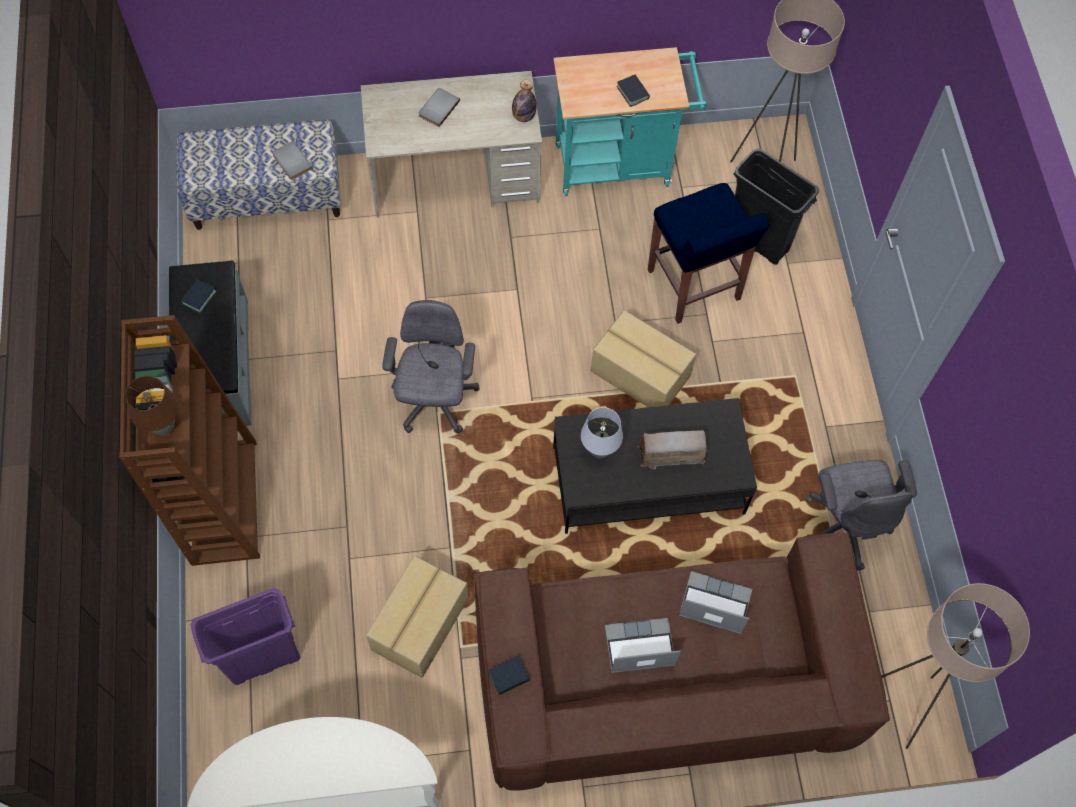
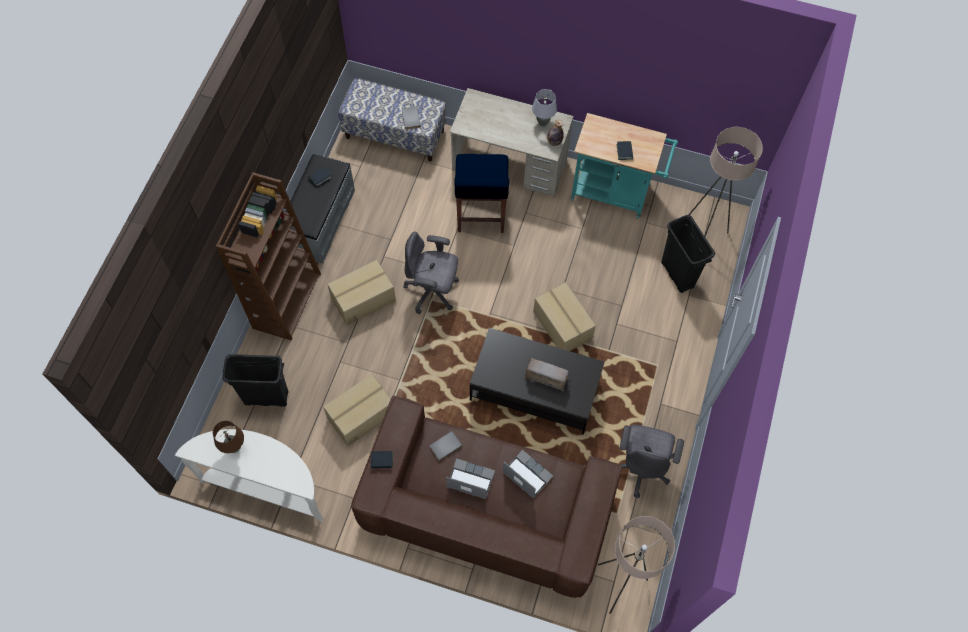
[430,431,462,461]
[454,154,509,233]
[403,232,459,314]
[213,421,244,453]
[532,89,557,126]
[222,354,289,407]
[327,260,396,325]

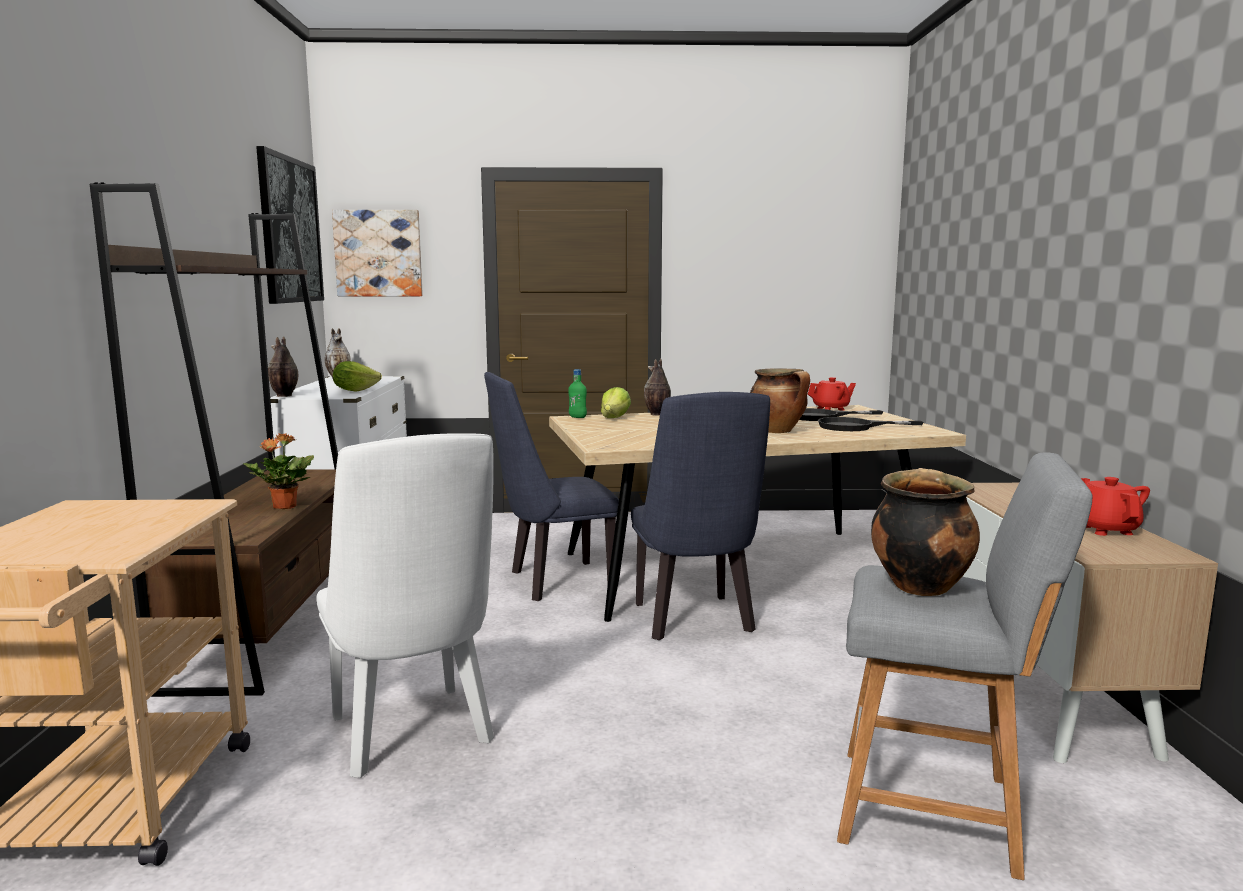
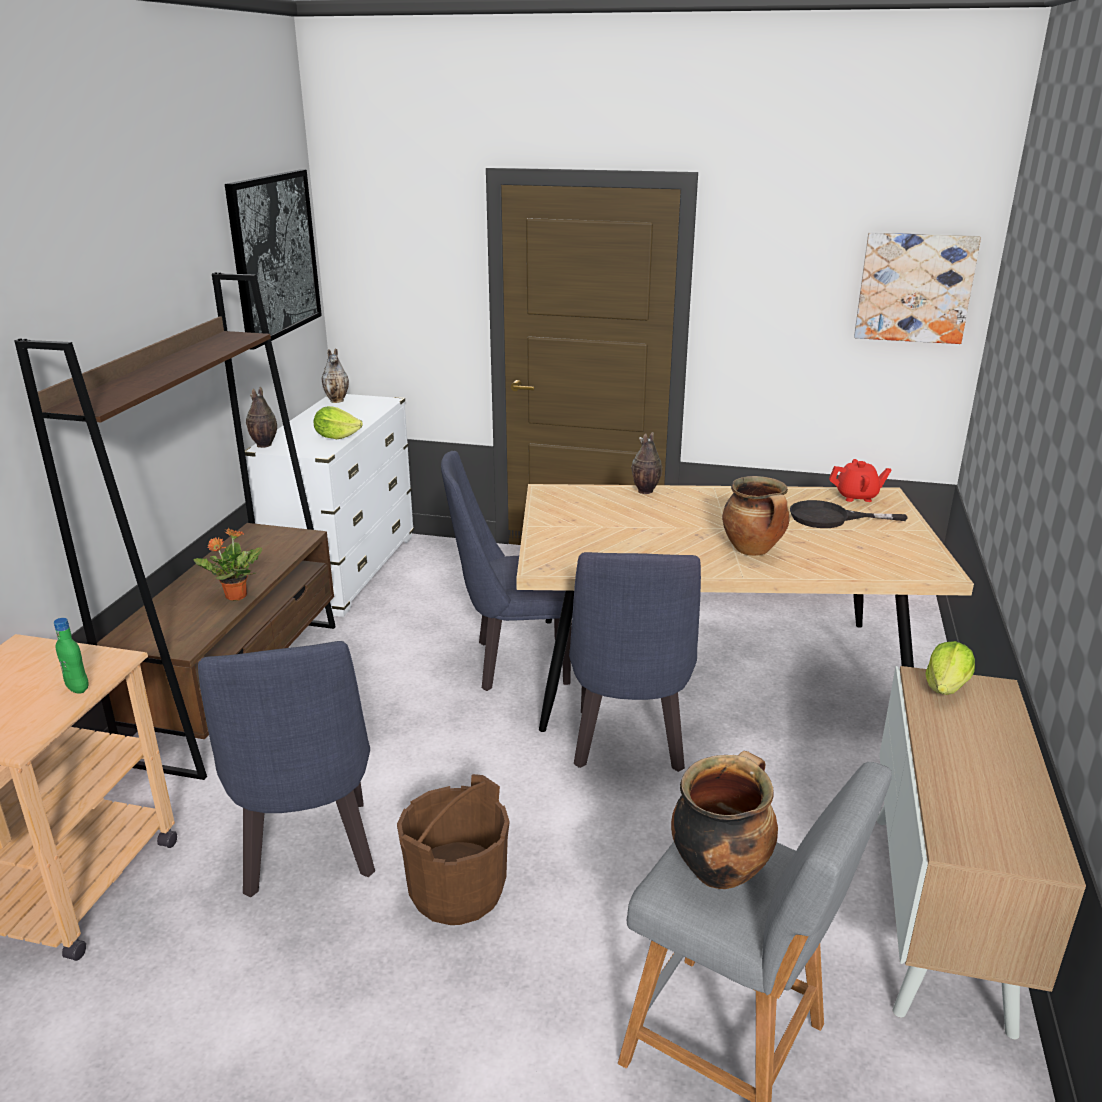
[854,232,981,344]
[54,618,89,694]
[925,641,975,695]
[818,417,924,431] (first image)
[198,641,375,897]
[1081,477,1150,536] (first image)
[397,774,509,925]

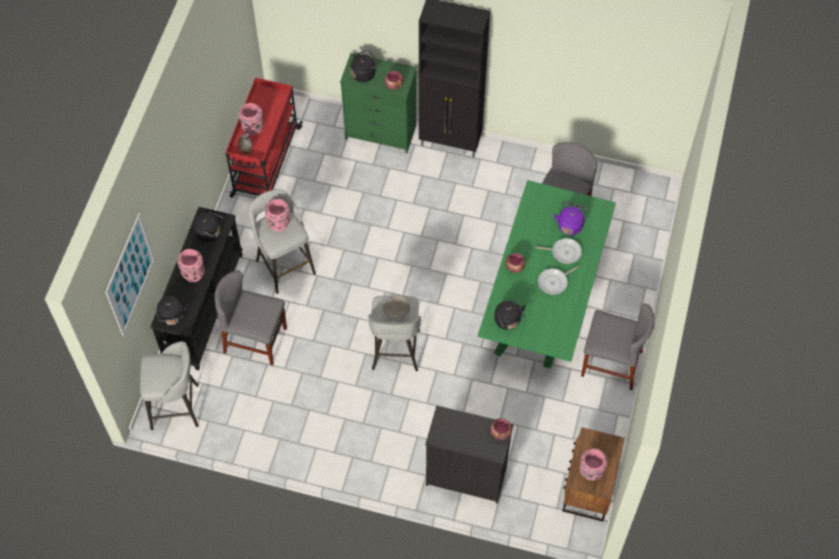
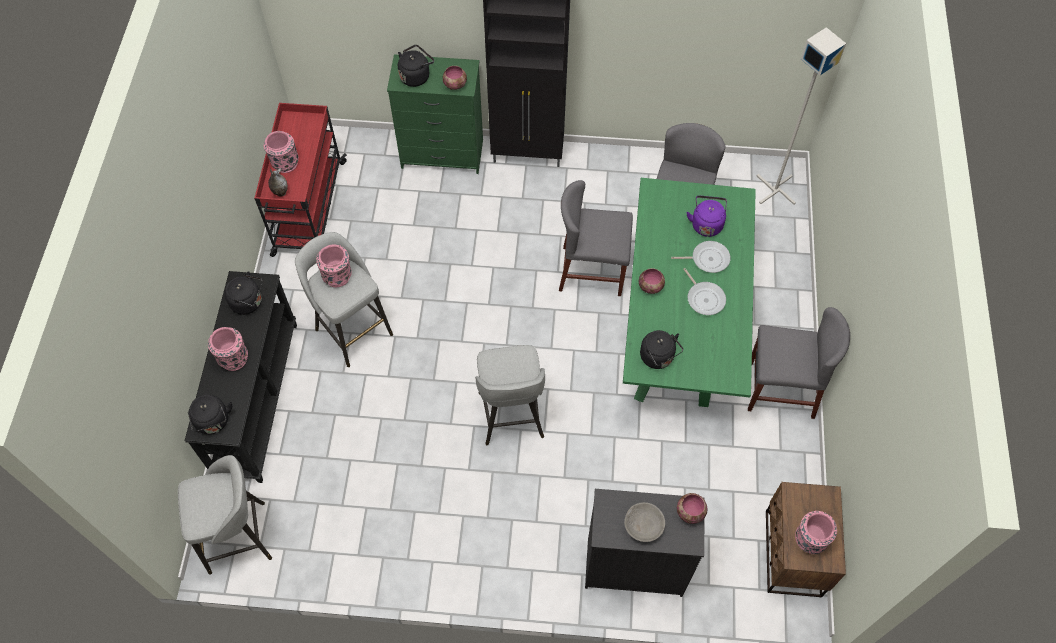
[105,213,155,336] (first image)
[683,268,726,315]
[559,180,633,296]
[624,502,665,542]
[757,27,846,205]

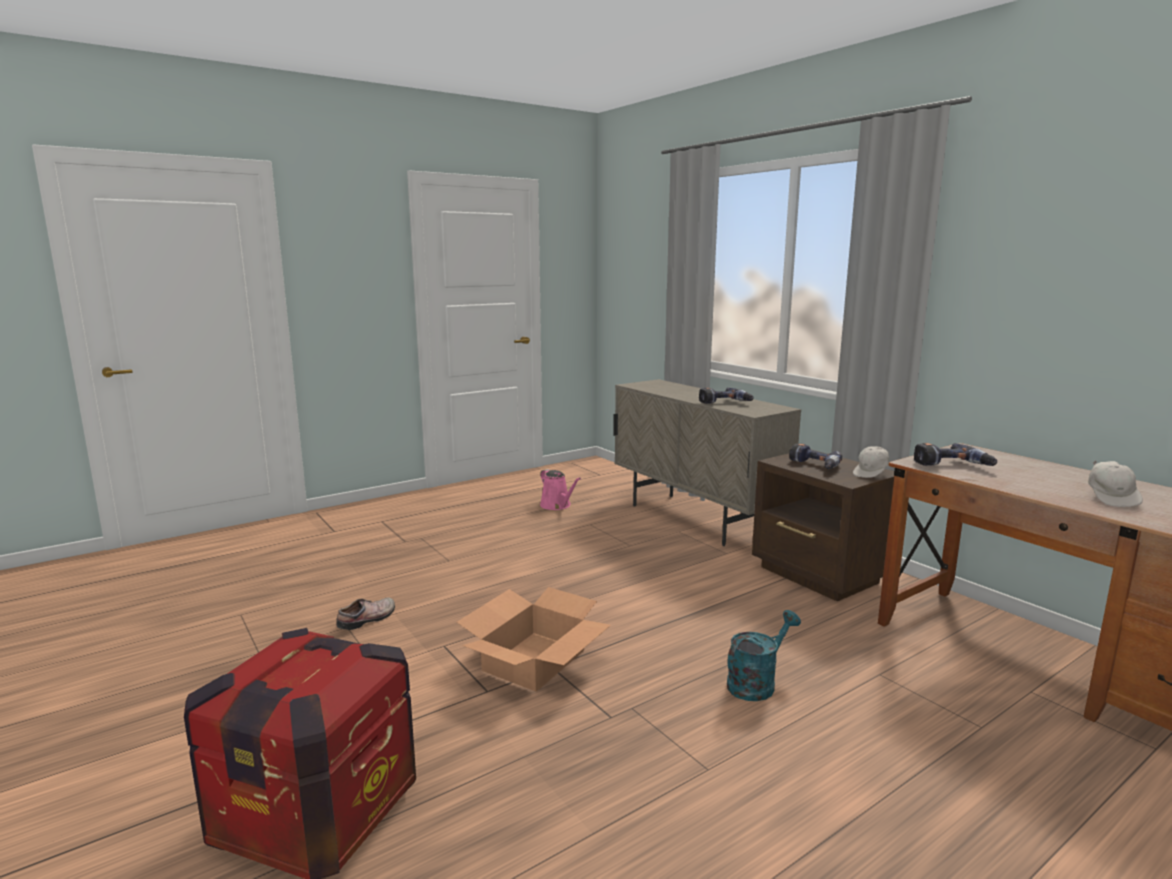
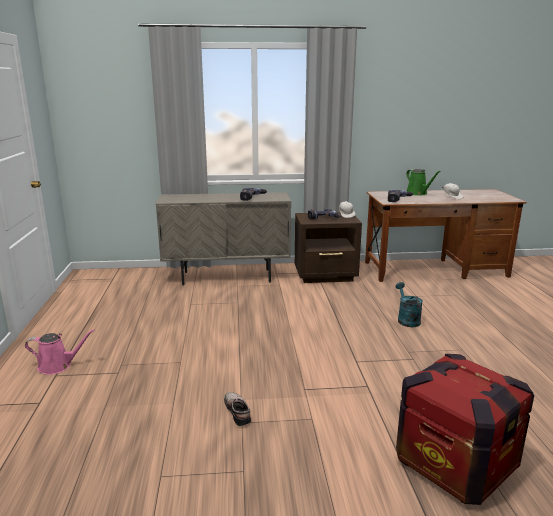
[25,329,95,375]
[457,587,611,692] (first image)
[406,169,441,196]

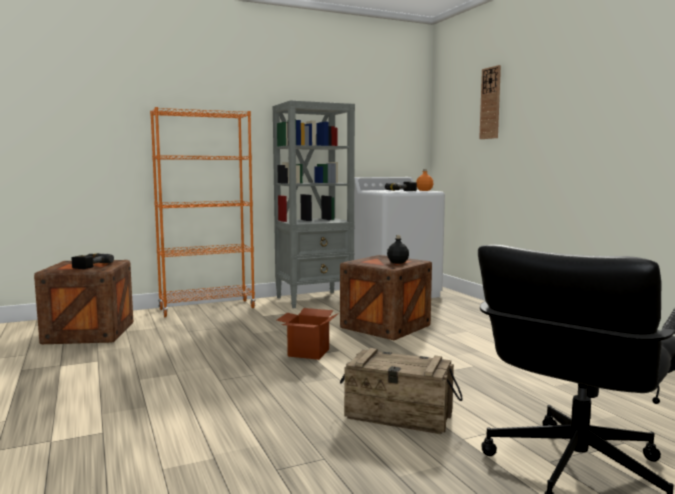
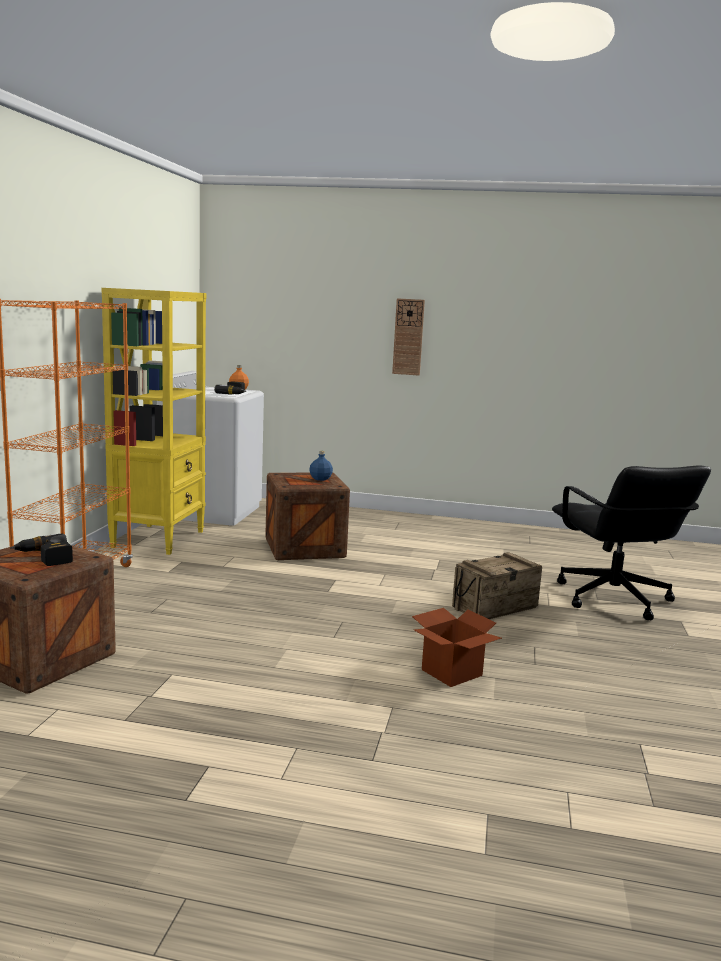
[392,298,425,376]
[102,288,207,555]
[309,451,333,481]
[412,608,502,687]

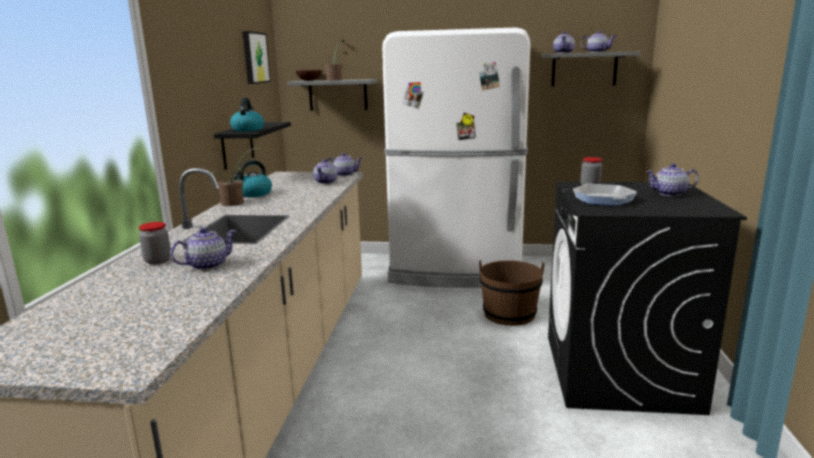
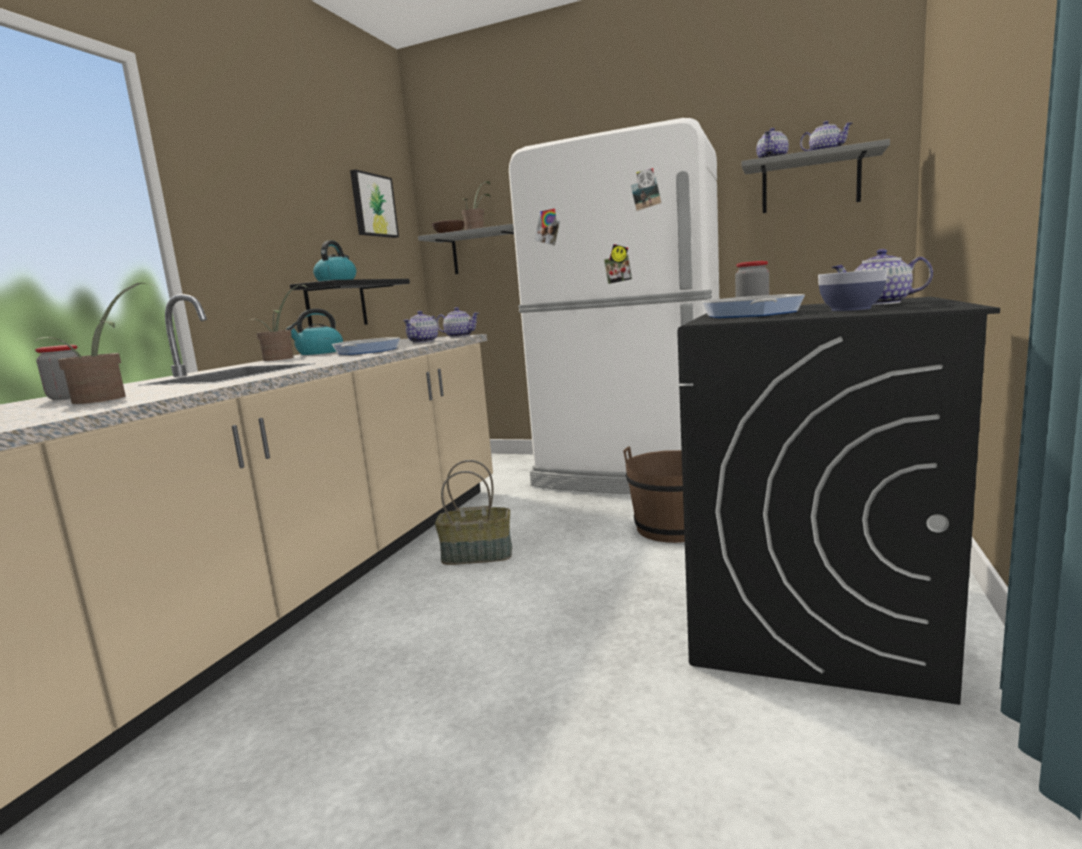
[34,283,156,404]
[818,269,887,311]
[332,337,400,355]
[435,460,512,565]

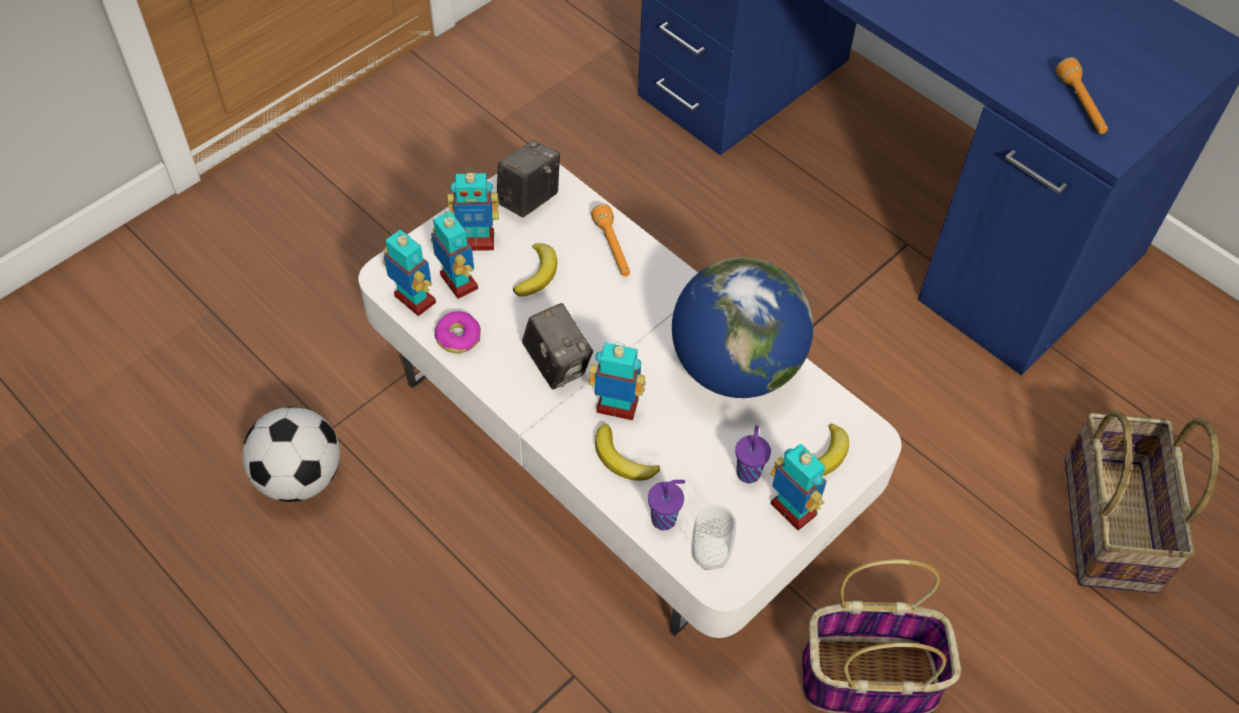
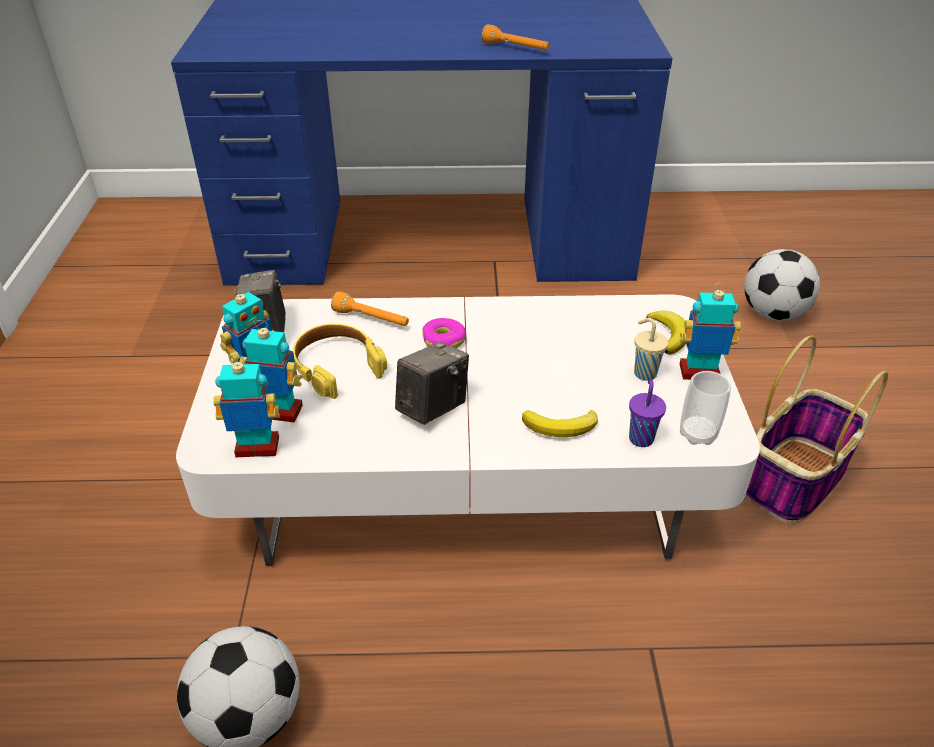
[482,24,550,50]
[293,324,387,399]
[672,257,813,398] (first image)
[395,342,469,425]
[422,318,466,348]
[589,342,646,420] (first image)
[744,249,820,321]
[634,318,668,381]

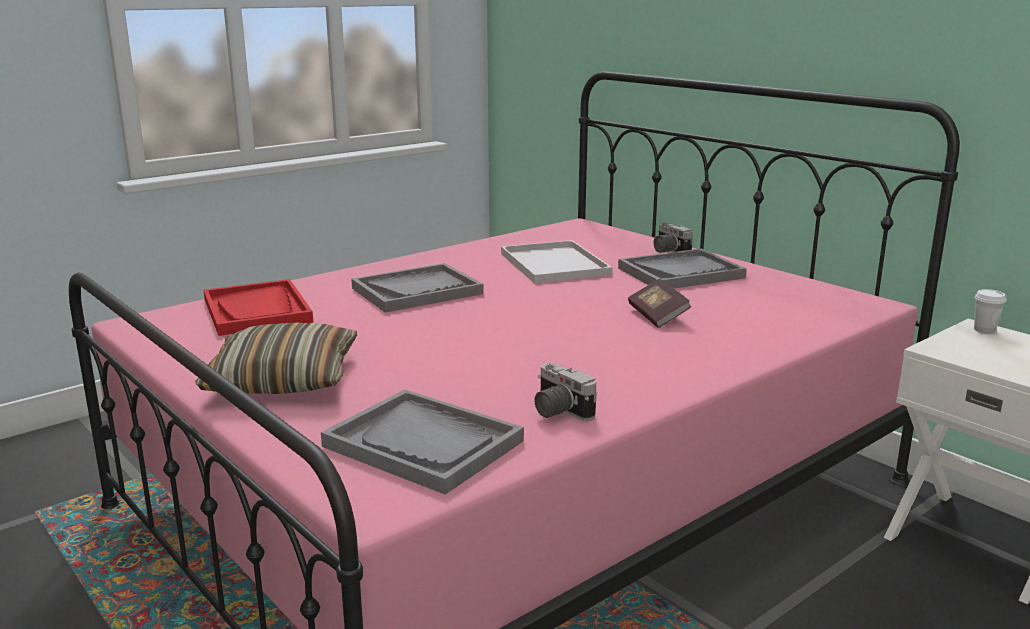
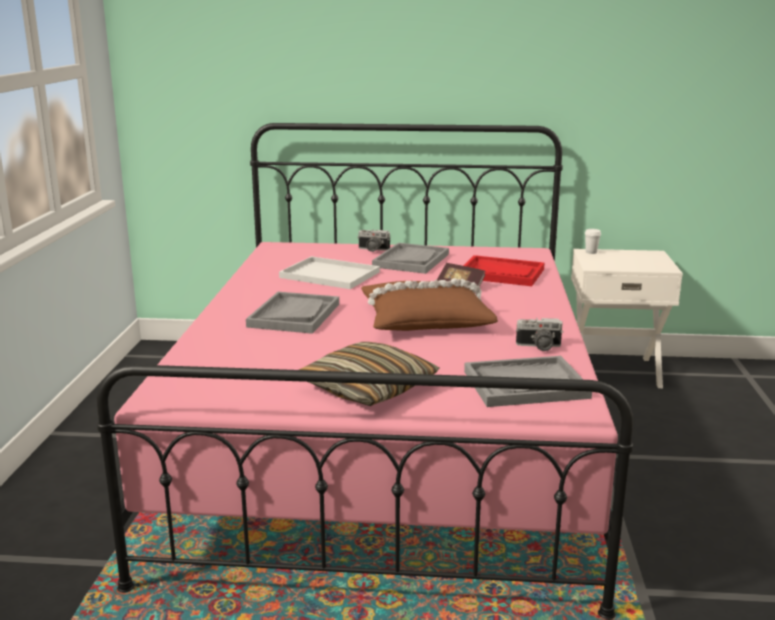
[463,255,544,286]
[361,278,498,331]

